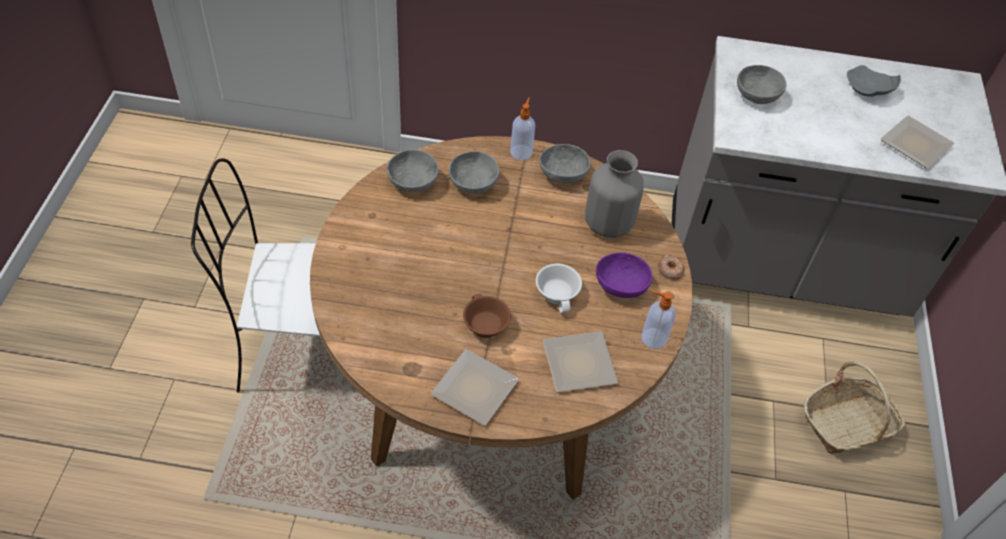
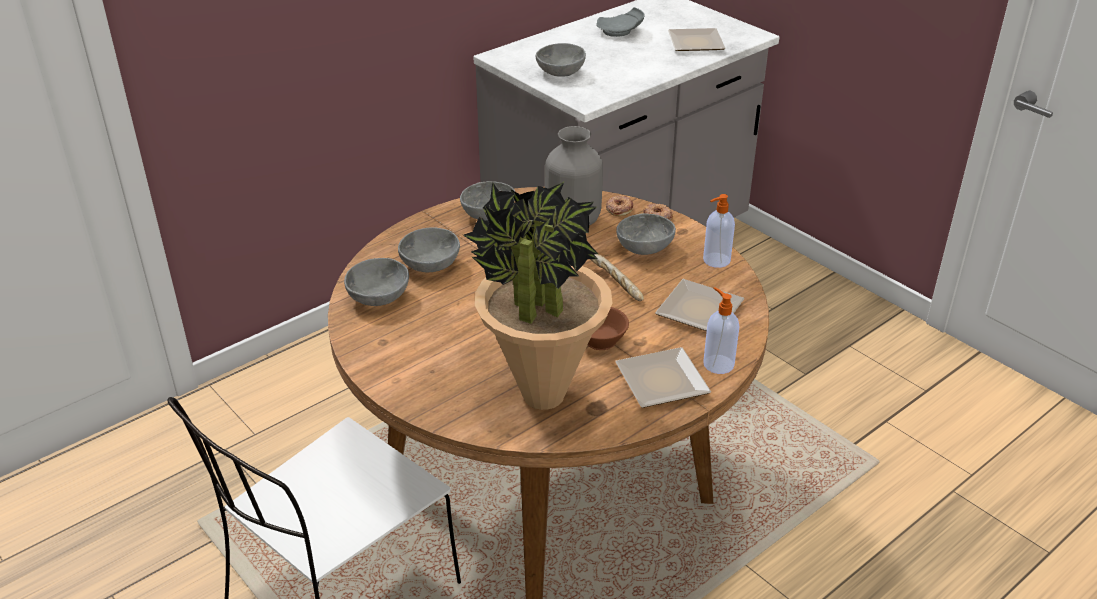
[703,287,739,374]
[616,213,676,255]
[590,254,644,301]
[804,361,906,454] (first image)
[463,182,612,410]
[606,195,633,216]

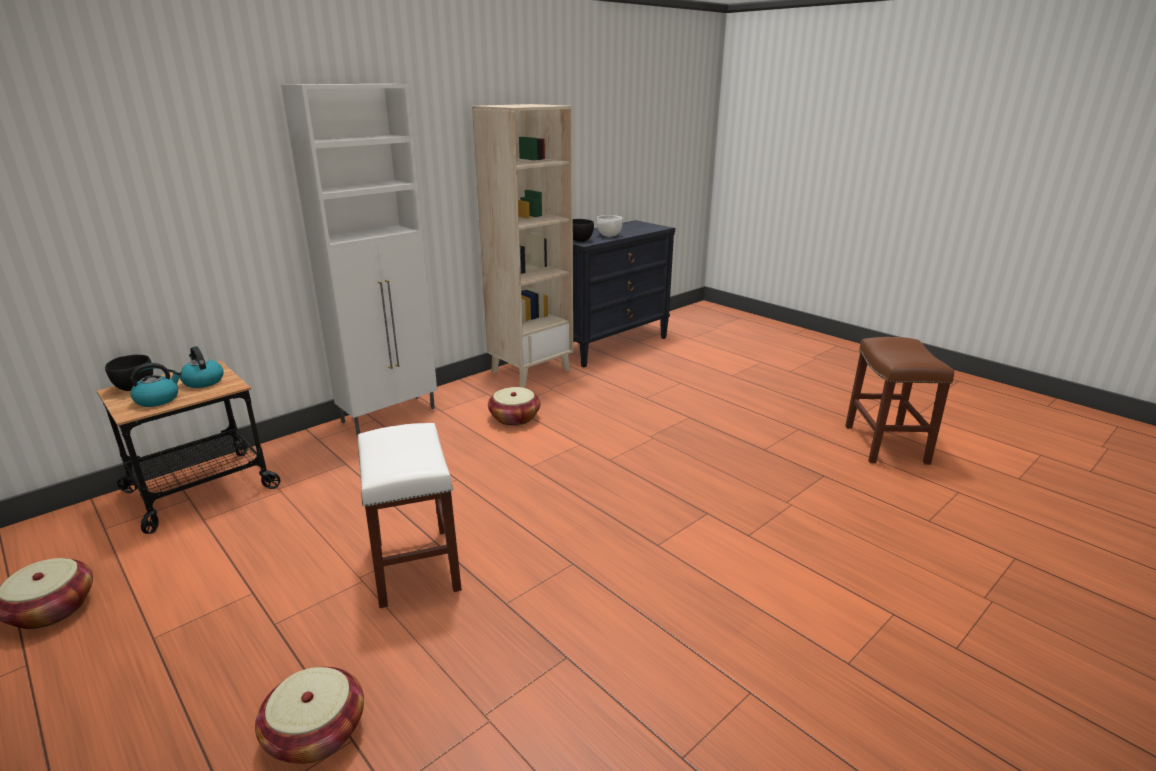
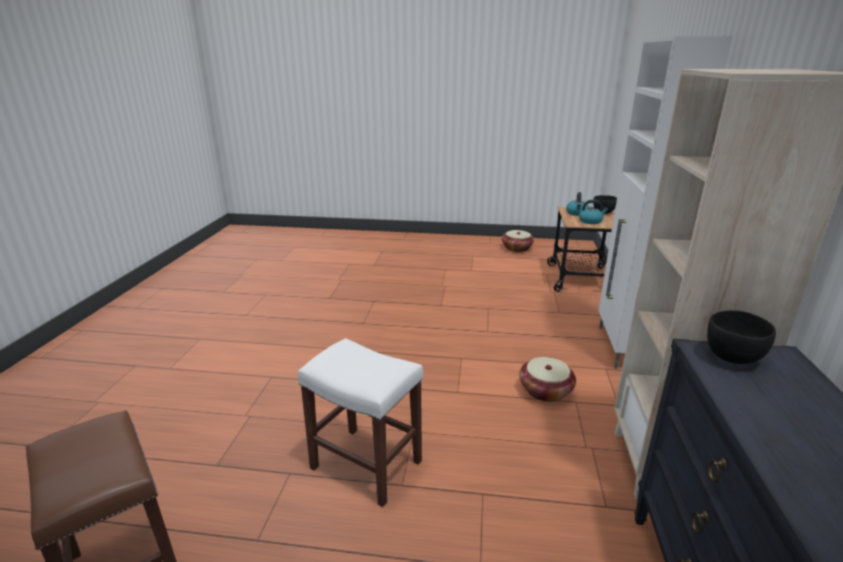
[597,215,623,237] (first image)
[298,338,423,507]
[255,667,364,764] (first image)

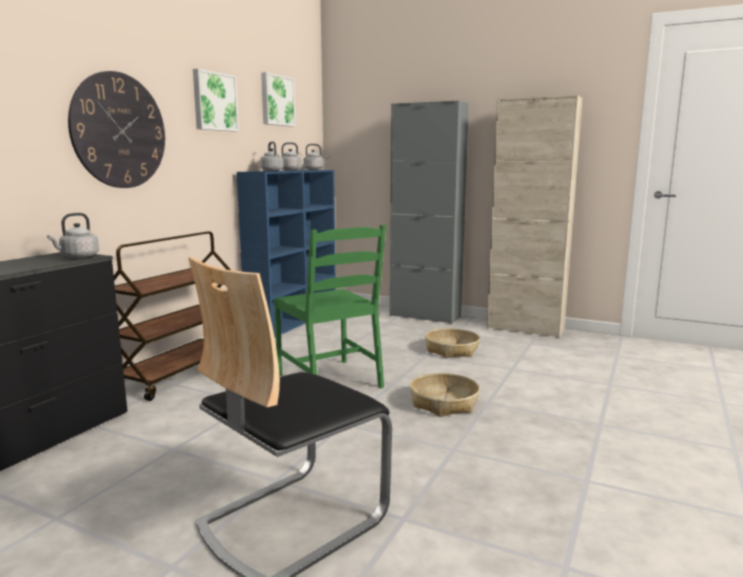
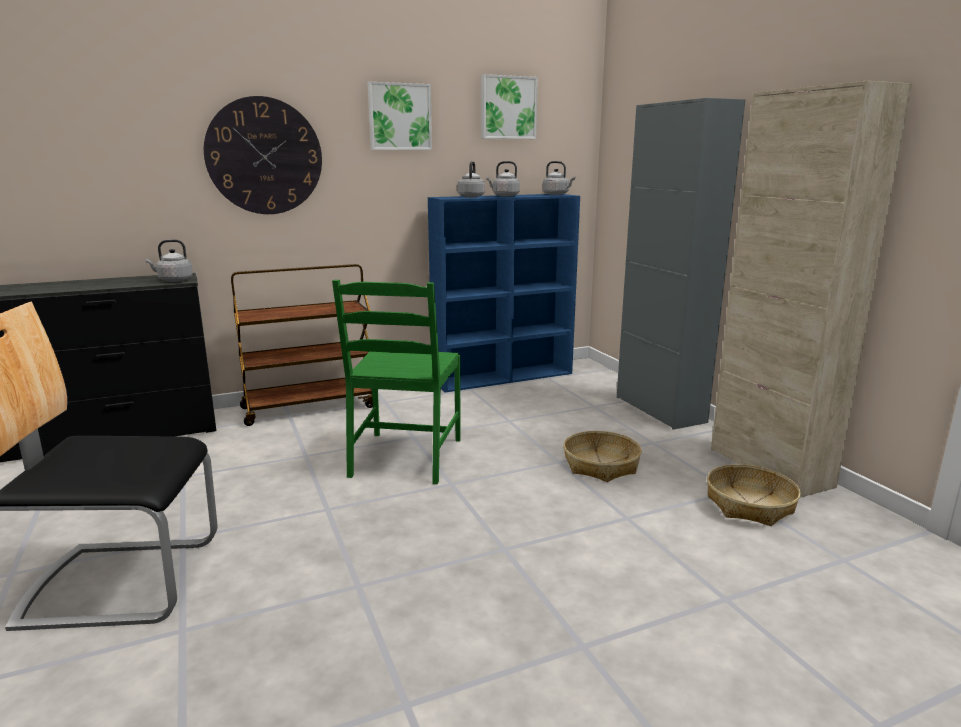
[707,464,801,526]

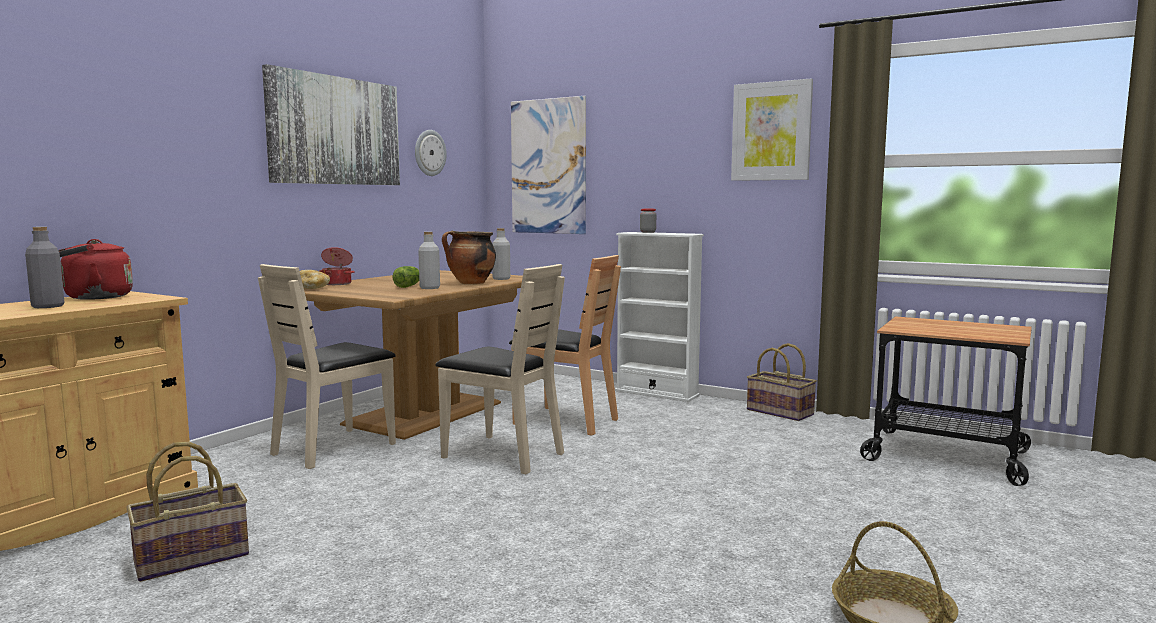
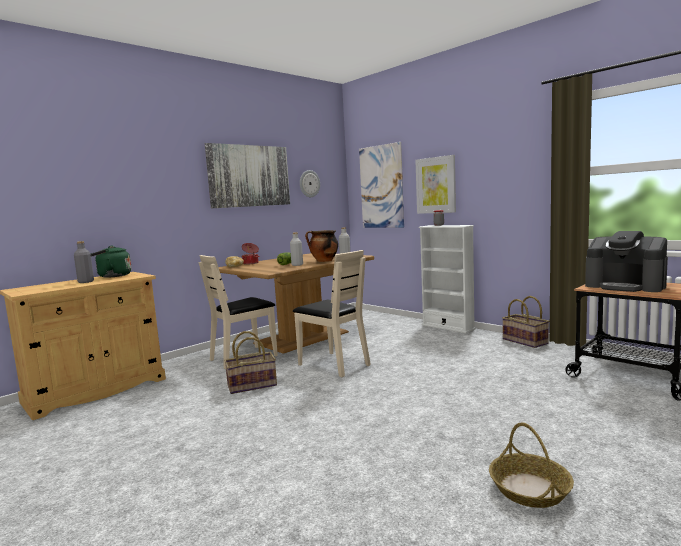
[415,155,456,214]
[91,246,132,278]
[509,255,621,436] (first image)
[224,331,277,394]
[585,231,668,292]

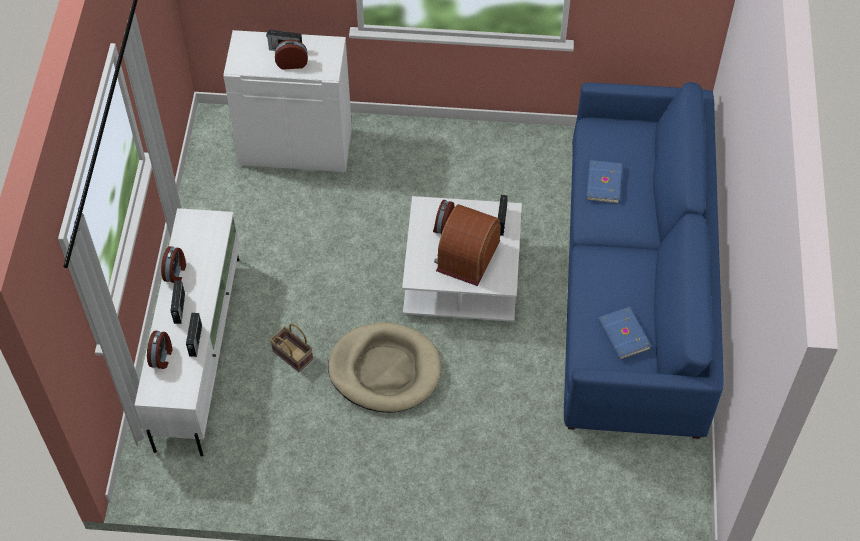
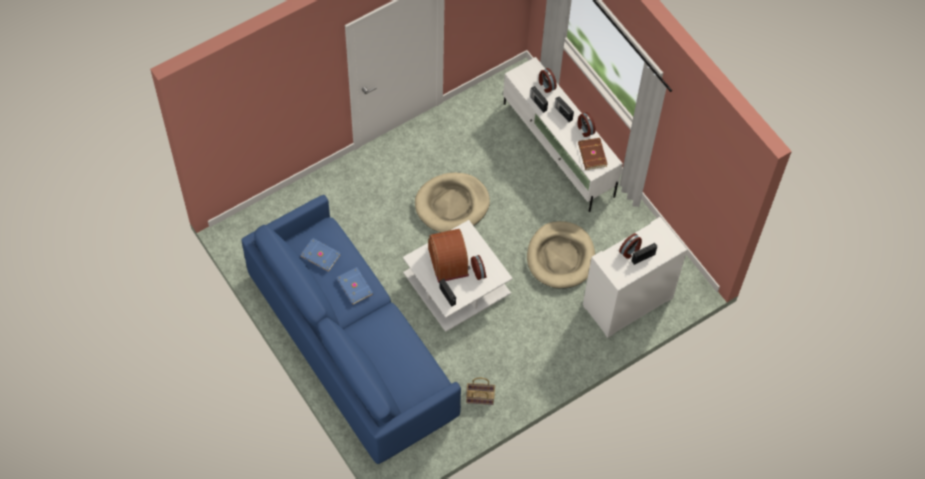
[337,267,373,305]
[466,377,495,405]
[578,138,608,170]
[527,221,595,289]

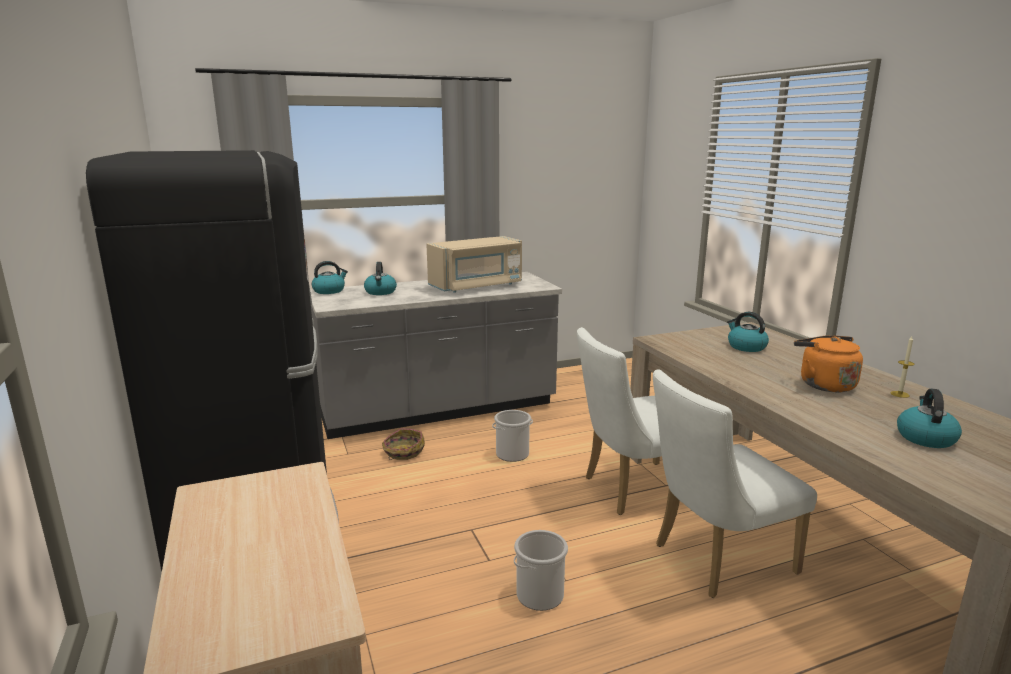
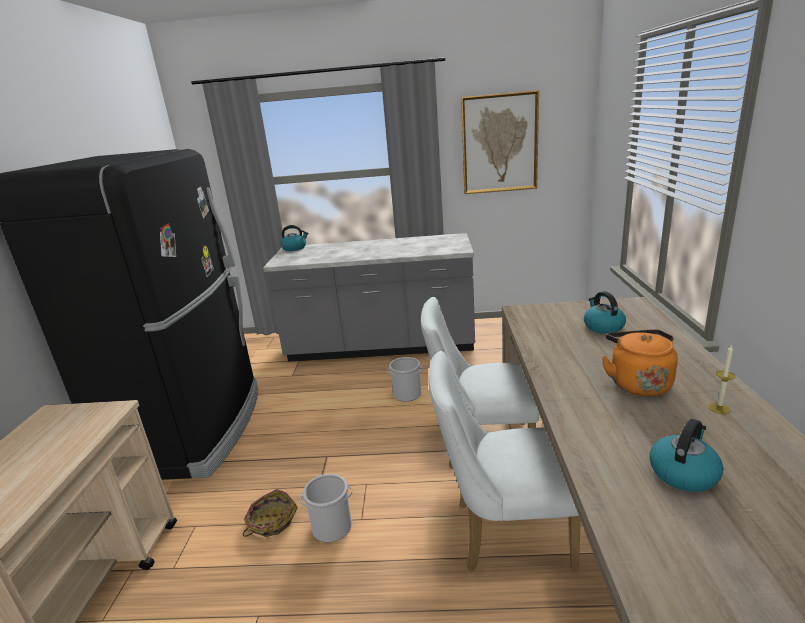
[426,236,522,293] (first image)
[364,262,397,295] (first image)
[243,489,298,537]
[461,90,539,194]

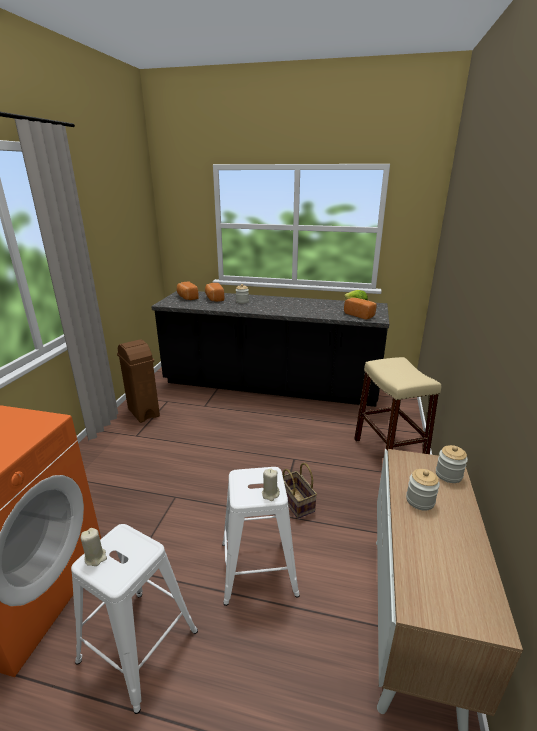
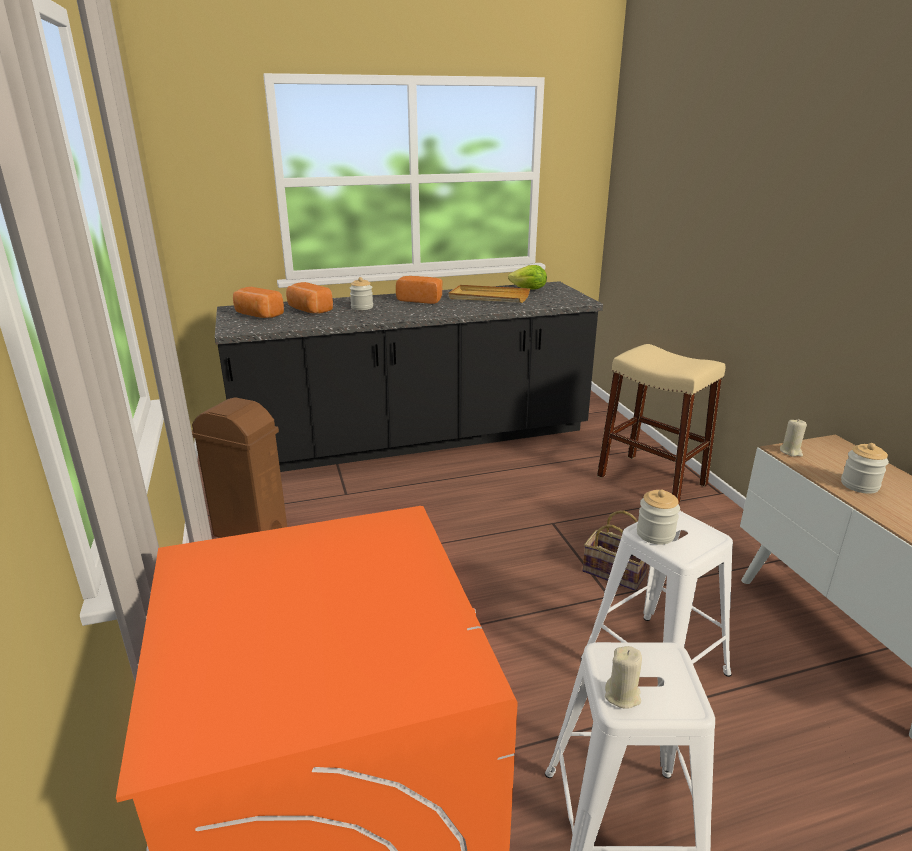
[396,276,443,304]
[637,490,680,544]
[780,419,807,457]
[449,285,530,303]

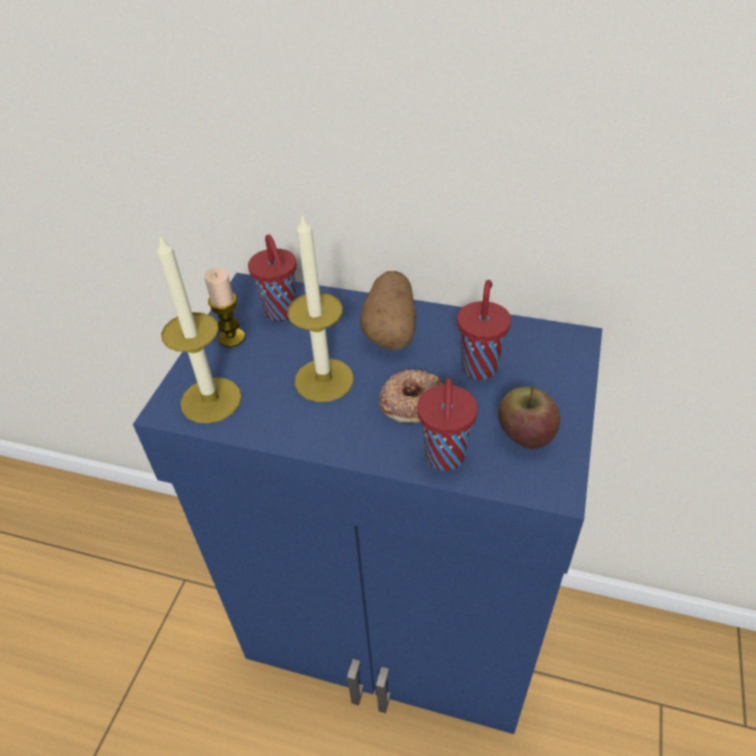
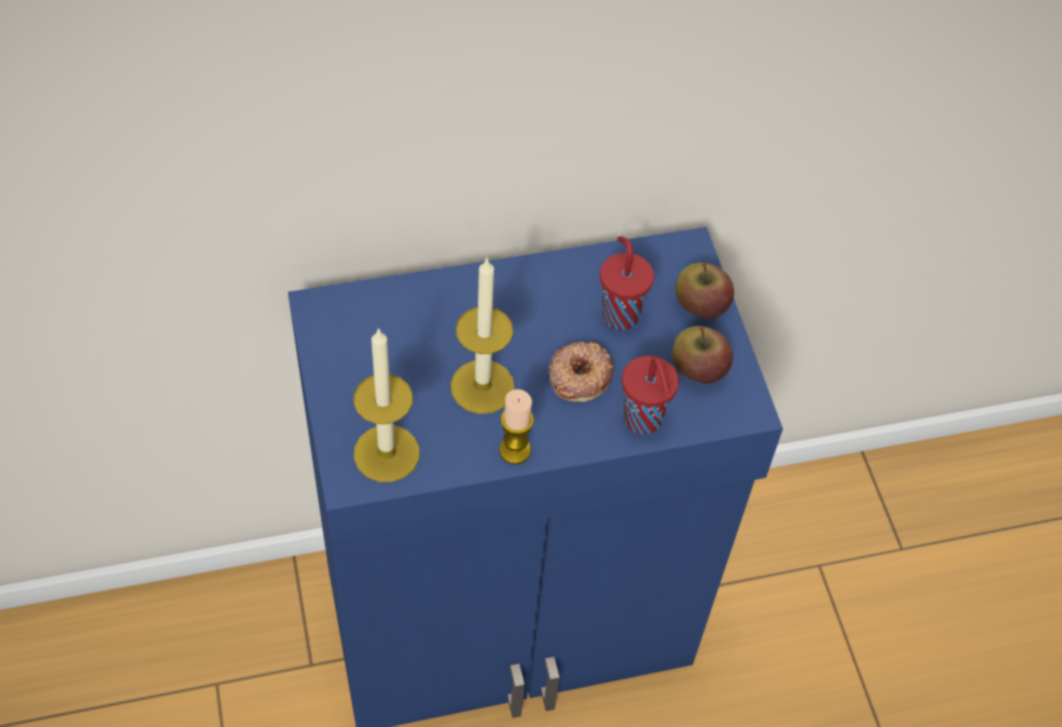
[248,234,297,321] (first image)
[499,389,534,464]
[360,271,416,350] (first image)
[675,262,734,319]

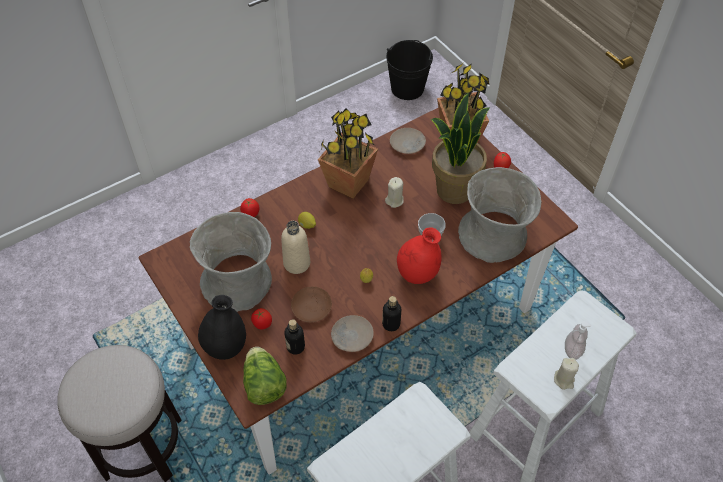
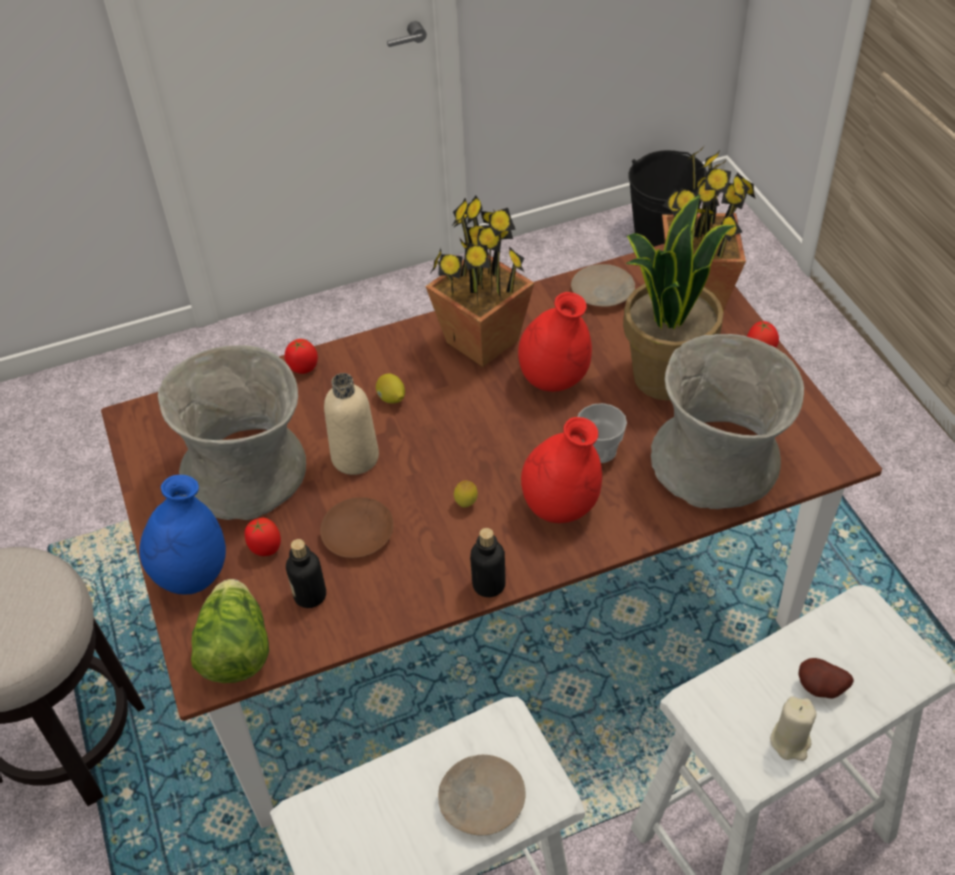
[518,292,592,392]
[139,475,226,594]
[438,755,526,835]
[798,658,854,699]

